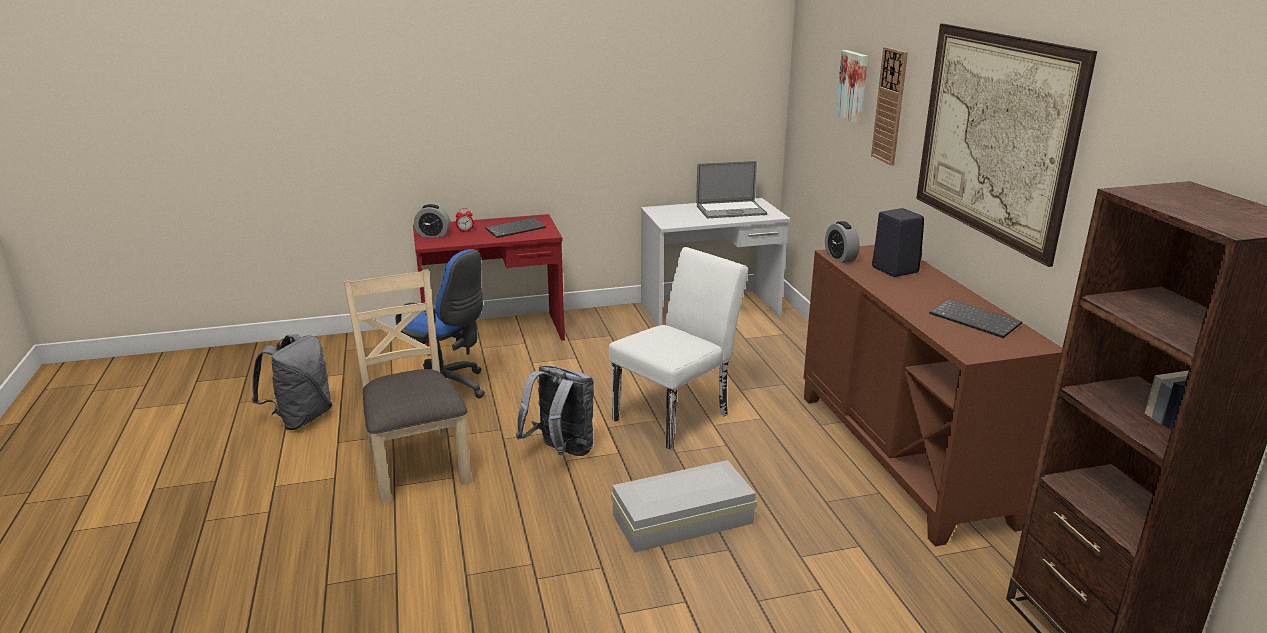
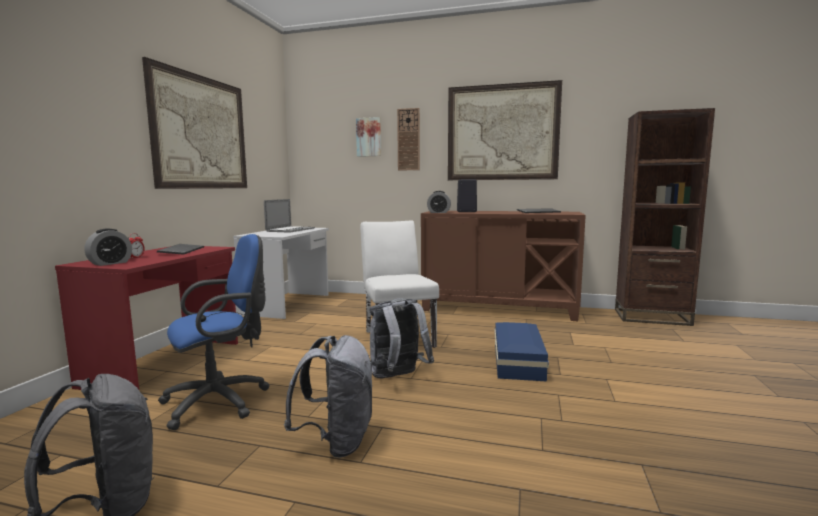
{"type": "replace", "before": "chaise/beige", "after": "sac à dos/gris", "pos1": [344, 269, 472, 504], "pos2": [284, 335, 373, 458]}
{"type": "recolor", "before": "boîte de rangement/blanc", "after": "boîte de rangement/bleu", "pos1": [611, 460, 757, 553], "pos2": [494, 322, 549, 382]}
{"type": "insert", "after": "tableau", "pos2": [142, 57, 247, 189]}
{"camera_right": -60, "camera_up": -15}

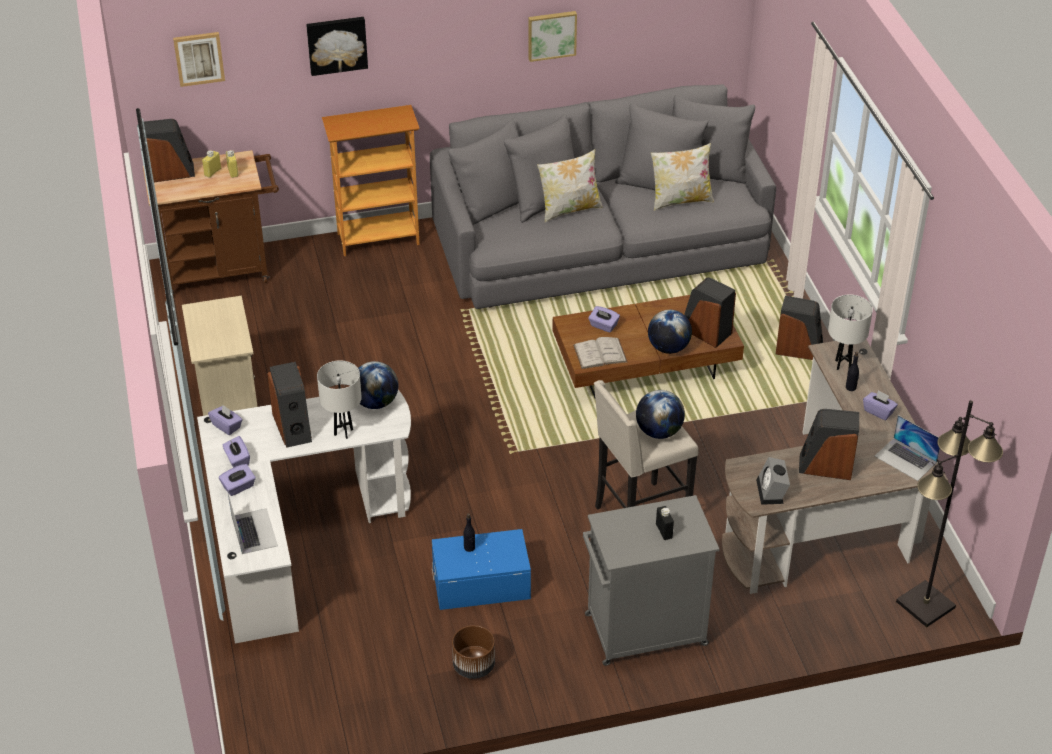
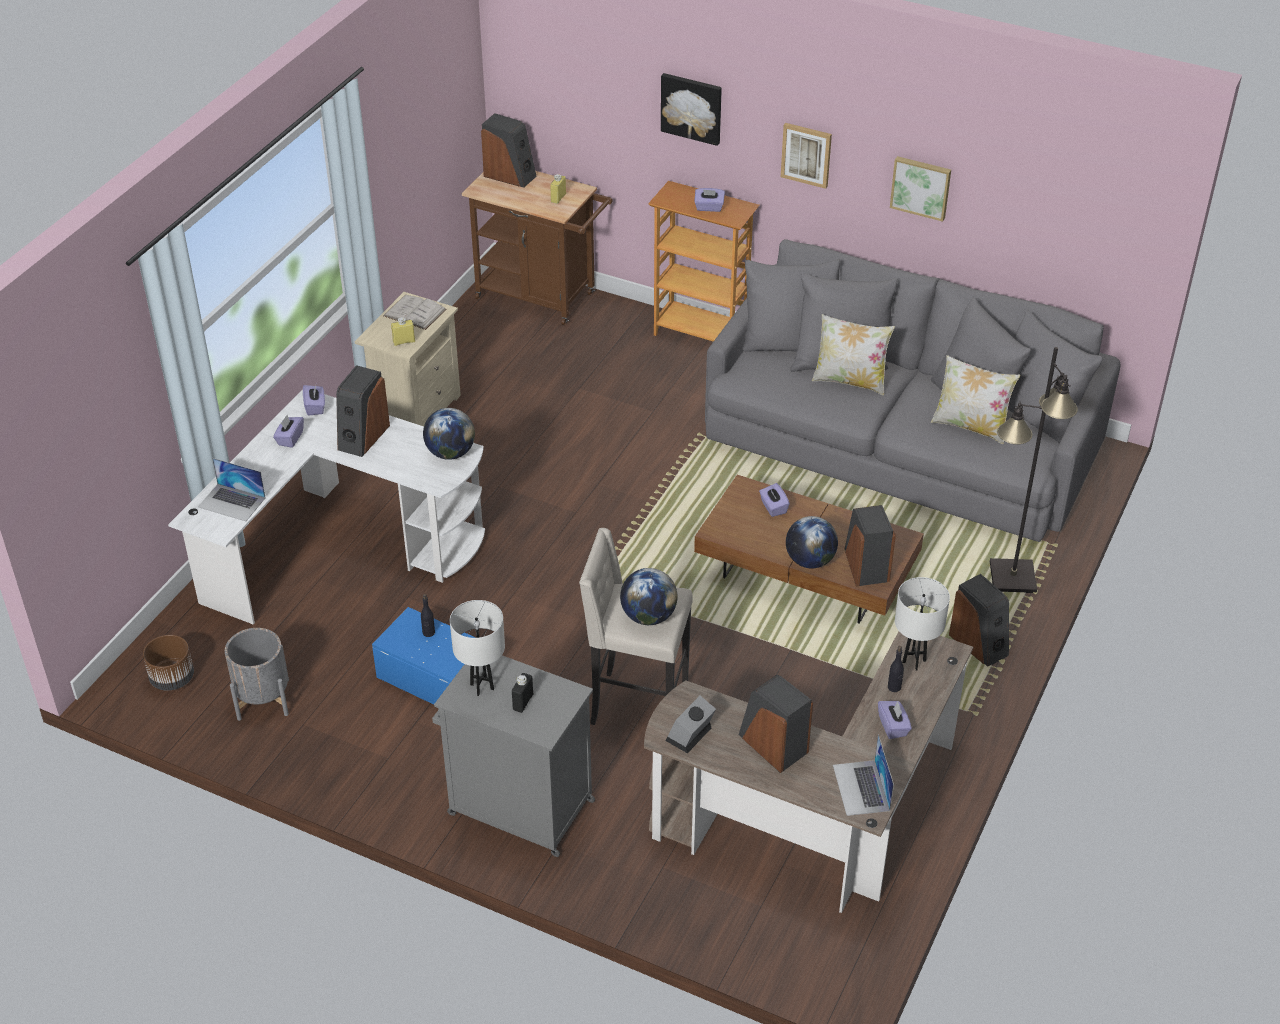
{"type": "move", "before": "tableau", "pos1": [173, 32, 225, 87], "pos2": [781, 123, 832, 189]}
{"type": "move", "before": "bouteille/jaune", "pos1": [202, 150, 221, 178], "pos2": [391, 317, 415, 346]}
{"type": "move", "before": "boîte à mouchoirs/violet", "pos1": [219, 464, 256, 496], "pos2": [694, 188, 725, 212]}
{"type": "rotate", "before": "ordinateur portable", "pos1": [228, 494, 278, 554], "pos2": [198, 458, 266, 521], "turn": 90}
{"type": "move", "before": "lampe de table/blanc", "pos1": [317, 360, 362, 439], "pos2": [450, 600, 505, 696]}
{"type": "move", "before": "cache-pot/marron", "pos1": [452, 625, 495, 679], "pos2": [143, 635, 194, 690]}
{"type": "move", "before": "livre/blanc", "pos1": [573, 337, 628, 369], "pos2": [383, 295, 447, 330]}
{"type": "move", "before": "lampadaire/noir", "pos1": [896, 400, 1003, 627], "pos2": [990, 347, 1078, 593]}
{"type": "insert", "after": "cache-pot/gris", "pos2": [225, 628, 289, 721]}
{"camera_right": 40, "camera_up": 0}

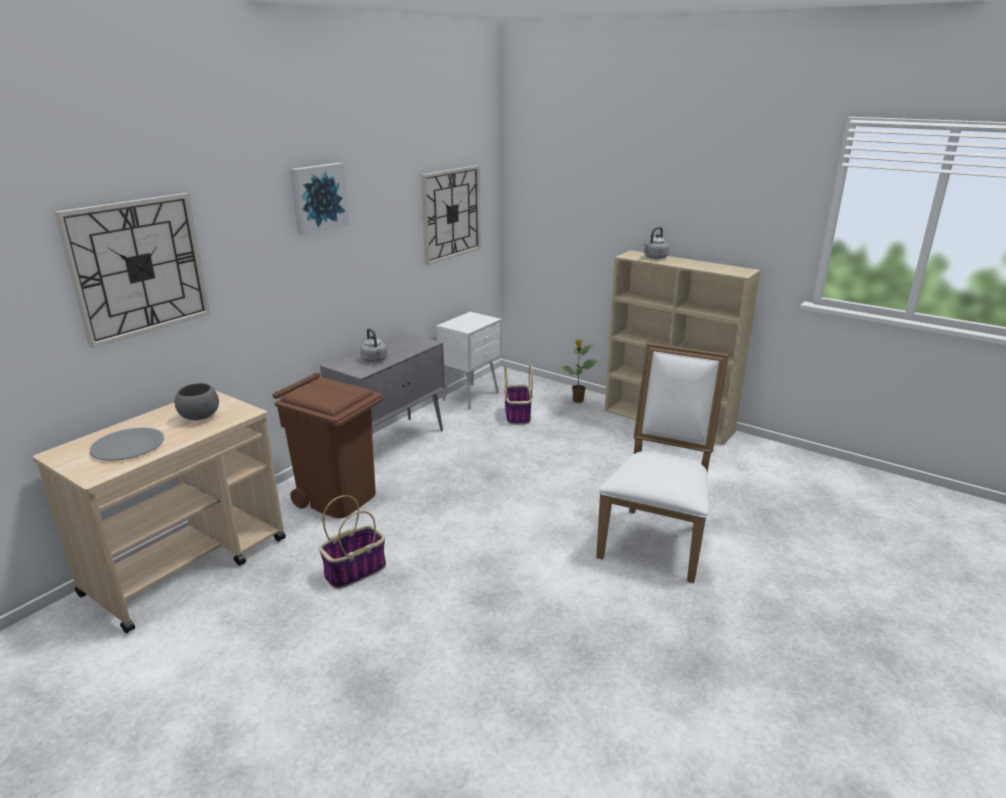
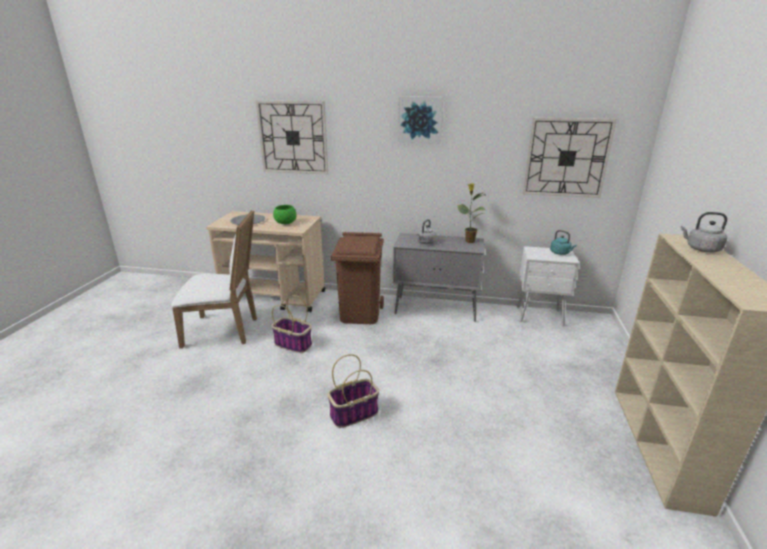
{"type": "recolor", "before": "bol/gris", "after": "bol/vert", "pos1": [174, 383, 219, 420], "pos2": [273, 205, 297, 224]}
{"type": "move", "before": "panier", "pos1": [504, 364, 533, 425], "pos2": [327, 354, 379, 428]}
{"type": "move", "before": "plante en pot", "pos1": [558, 339, 599, 403], "pos2": [457, 183, 485, 243]}
{"type": "move", "before": "chaise/blanc", "pos1": [596, 343, 729, 583], "pos2": [171, 210, 257, 348]}
{"type": "insert", "after": "bouilloire/turquoise", "pos2": [550, 230, 576, 255]}
{"camera_right": 65, "camera_up": 0}

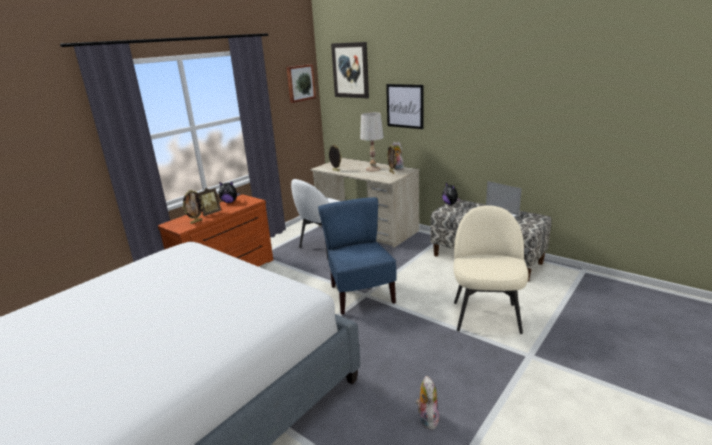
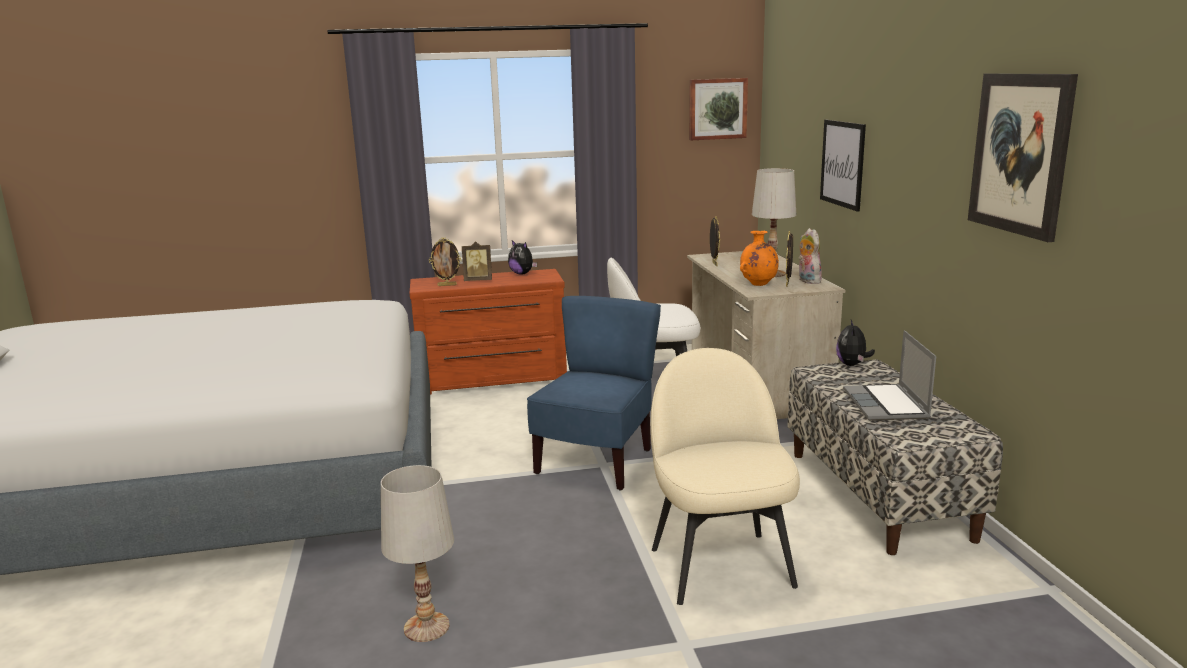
{"type": "move", "before": "tableau", "pos1": [331, 42, 369, 98], "pos2": [968, 73, 1078, 242]}
{"type": "replace", "before": "peluche", "after": "lampe de table/blanc", "pos1": [416, 376, 439, 430], "pos2": [381, 465, 454, 642]}
{"type": "rotate", "before": "chaise/beige", "pos1": [453, 205, 529, 334], "pos2": [650, 348, 800, 605], "turn": -60}
{"type": "insert", "after": "vase/orange", "pos2": [740, 231, 779, 286]}
{"camera_right": 40, "camera_up": -5}

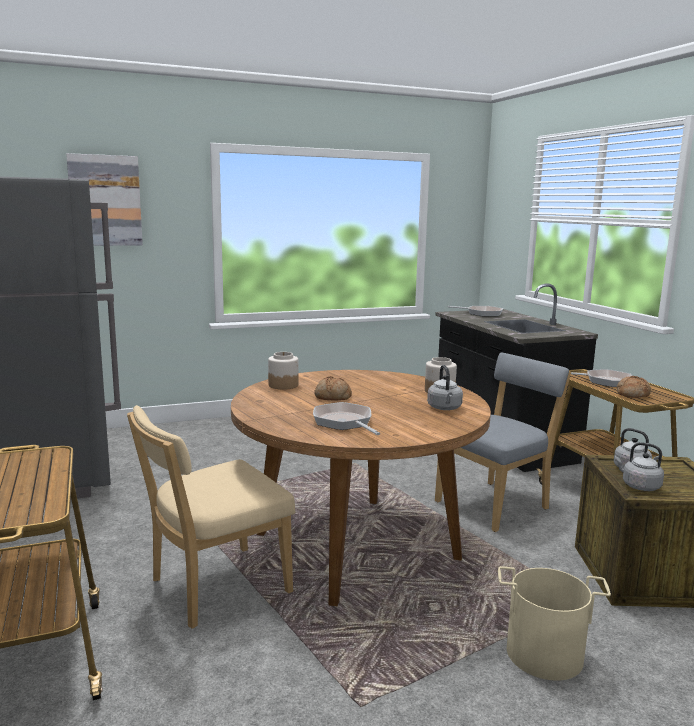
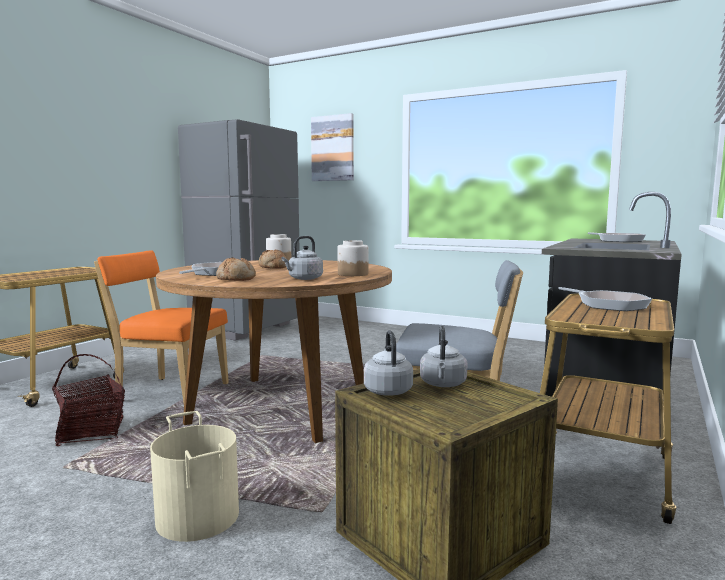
{"type": "recolor", "before": "chaise/beige", "after": "chaise/orange", "pos1": [127, 405, 295, 629], "pos2": [94, 250, 229, 402]}
{"type": "move", "before": "pain", "pos1": [617, 376, 651, 398], "pos2": [216, 257, 256, 281]}
{"type": "insert", "after": "panier", "pos2": [52, 354, 125, 446]}
{"camera_right": 50, "camera_up": -5}

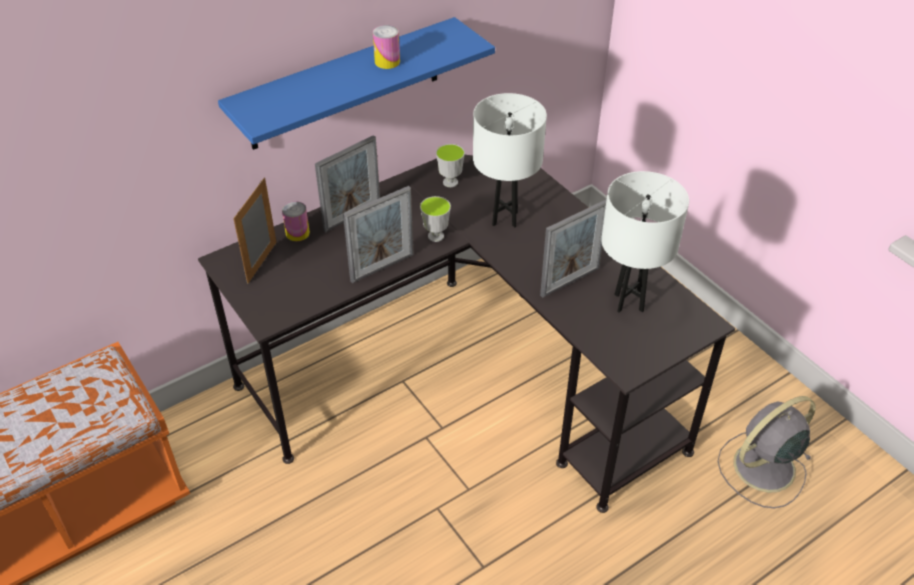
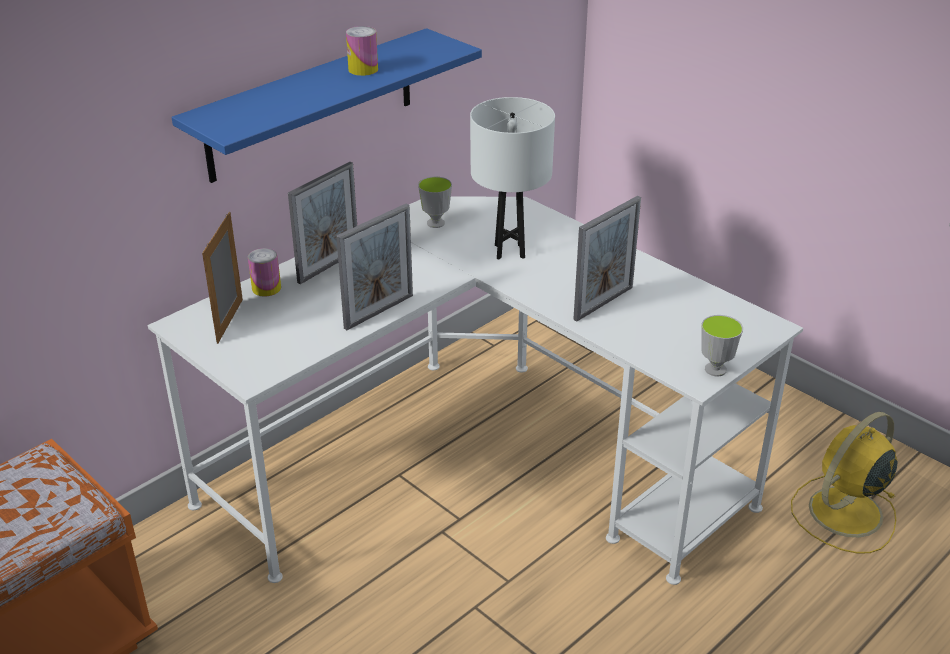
{"type": "recolor", "before": "bureau/noir", "after": "bureau/blanc", "pos1": [198, 155, 735, 513], "pos2": [148, 196, 803, 585]}
{"type": "move", "before": "tasse", "pos1": [420, 196, 451, 242], "pos2": [701, 315, 743, 376]}
{"type": "delete", "before": "lampe de table/blanc", "pos1": [601, 171, 689, 312]}
{"type": "recolor", "before": "ventilateur/gris", "after": "ventilateur/jaune", "pos1": [717, 396, 816, 508], "pos2": [791, 412, 898, 554]}
{"camera_right": -10, "camera_up": -10}

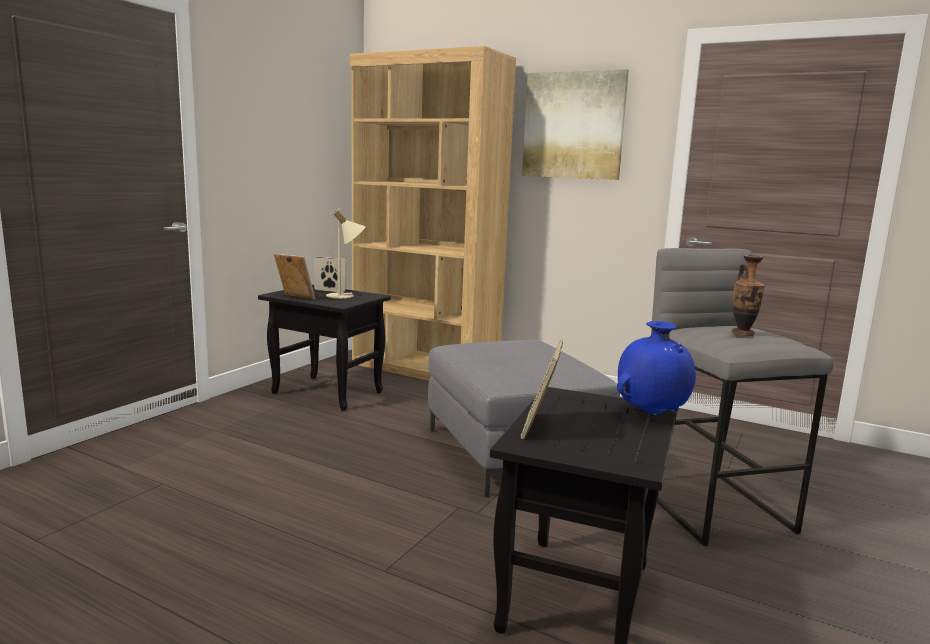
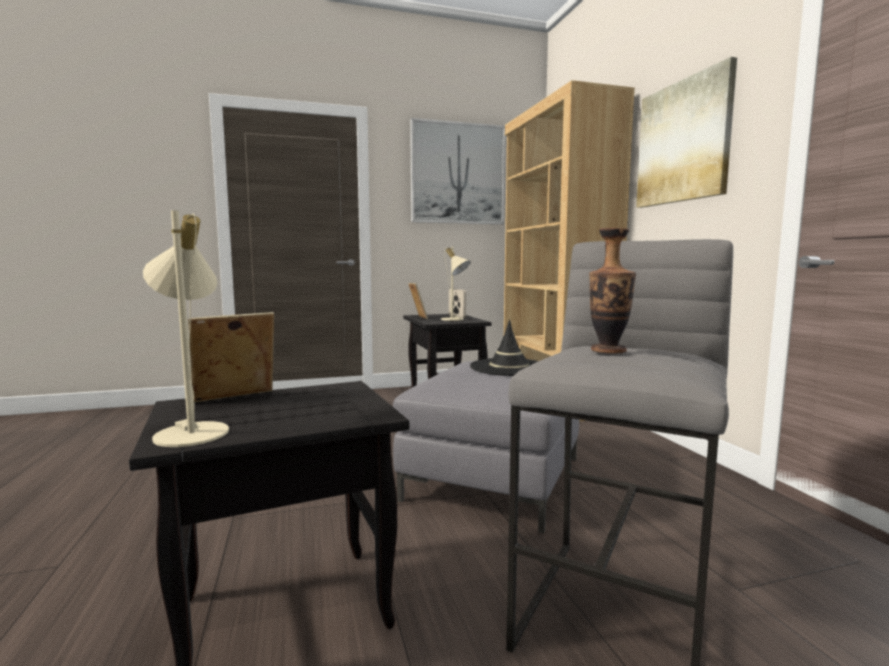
{"type": "delete", "before": "vase/bleu", "pos1": [617, 321, 696, 415]}
{"type": "insert", "after": "lampe de table/beige", "pos2": [143, 210, 229, 447]}
{"type": "insert", "after": "tableau", "pos2": [410, 118, 505, 224]}
{"type": "insert", "after": "chapeau/noir", "pos2": [470, 320, 538, 376]}
{"camera_right": 45, "camera_up": -5}

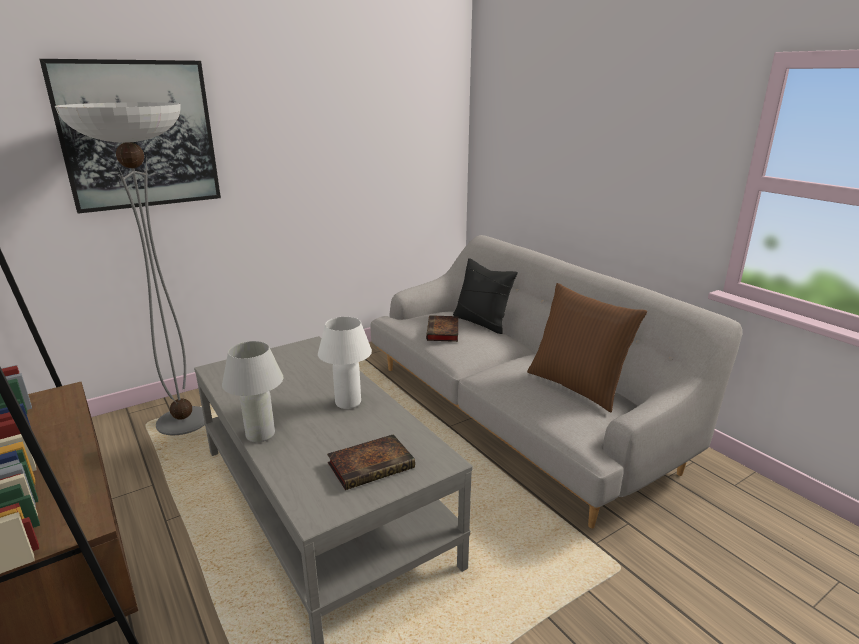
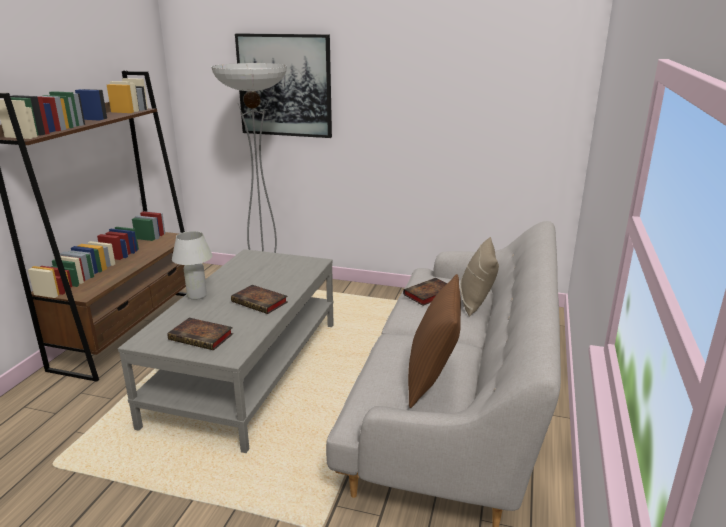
{"type": "replace", "before": "lampe de table/blanc", "after": "livre", "pos1": [318, 317, 372, 409], "pos2": [231, 285, 288, 314]}
{"type": "recolor", "before": "coussin/noir", "after": "coussin/beige", "pos1": [453, 258, 518, 334], "pos2": [460, 237, 499, 317]}
{"camera_right": 50, "camera_up": 0}

